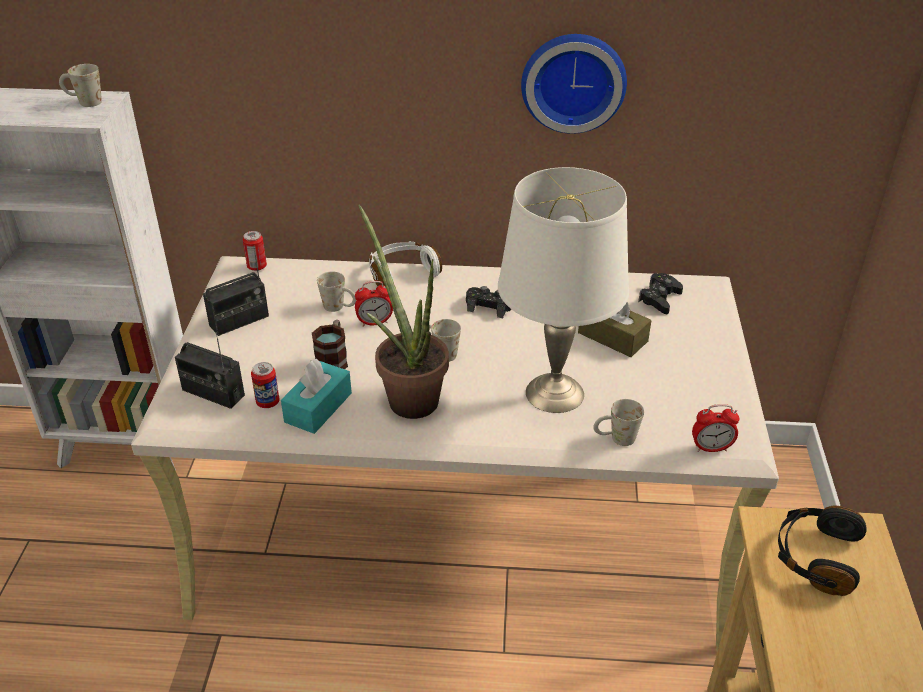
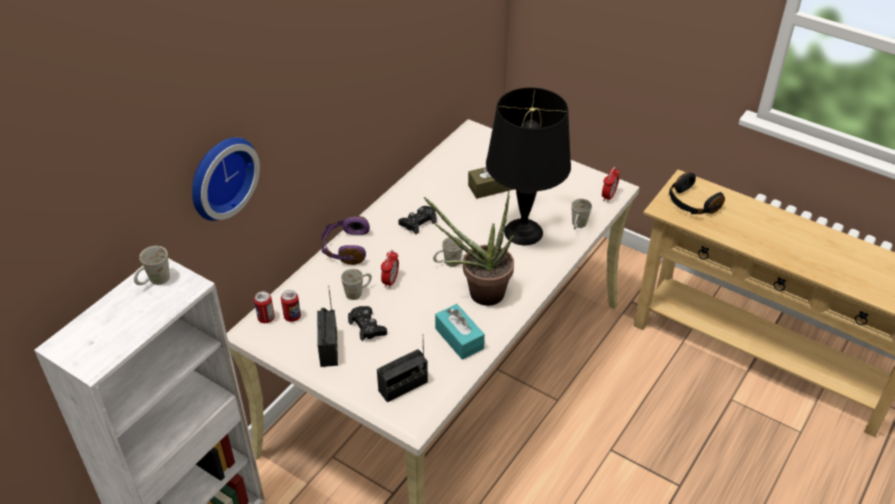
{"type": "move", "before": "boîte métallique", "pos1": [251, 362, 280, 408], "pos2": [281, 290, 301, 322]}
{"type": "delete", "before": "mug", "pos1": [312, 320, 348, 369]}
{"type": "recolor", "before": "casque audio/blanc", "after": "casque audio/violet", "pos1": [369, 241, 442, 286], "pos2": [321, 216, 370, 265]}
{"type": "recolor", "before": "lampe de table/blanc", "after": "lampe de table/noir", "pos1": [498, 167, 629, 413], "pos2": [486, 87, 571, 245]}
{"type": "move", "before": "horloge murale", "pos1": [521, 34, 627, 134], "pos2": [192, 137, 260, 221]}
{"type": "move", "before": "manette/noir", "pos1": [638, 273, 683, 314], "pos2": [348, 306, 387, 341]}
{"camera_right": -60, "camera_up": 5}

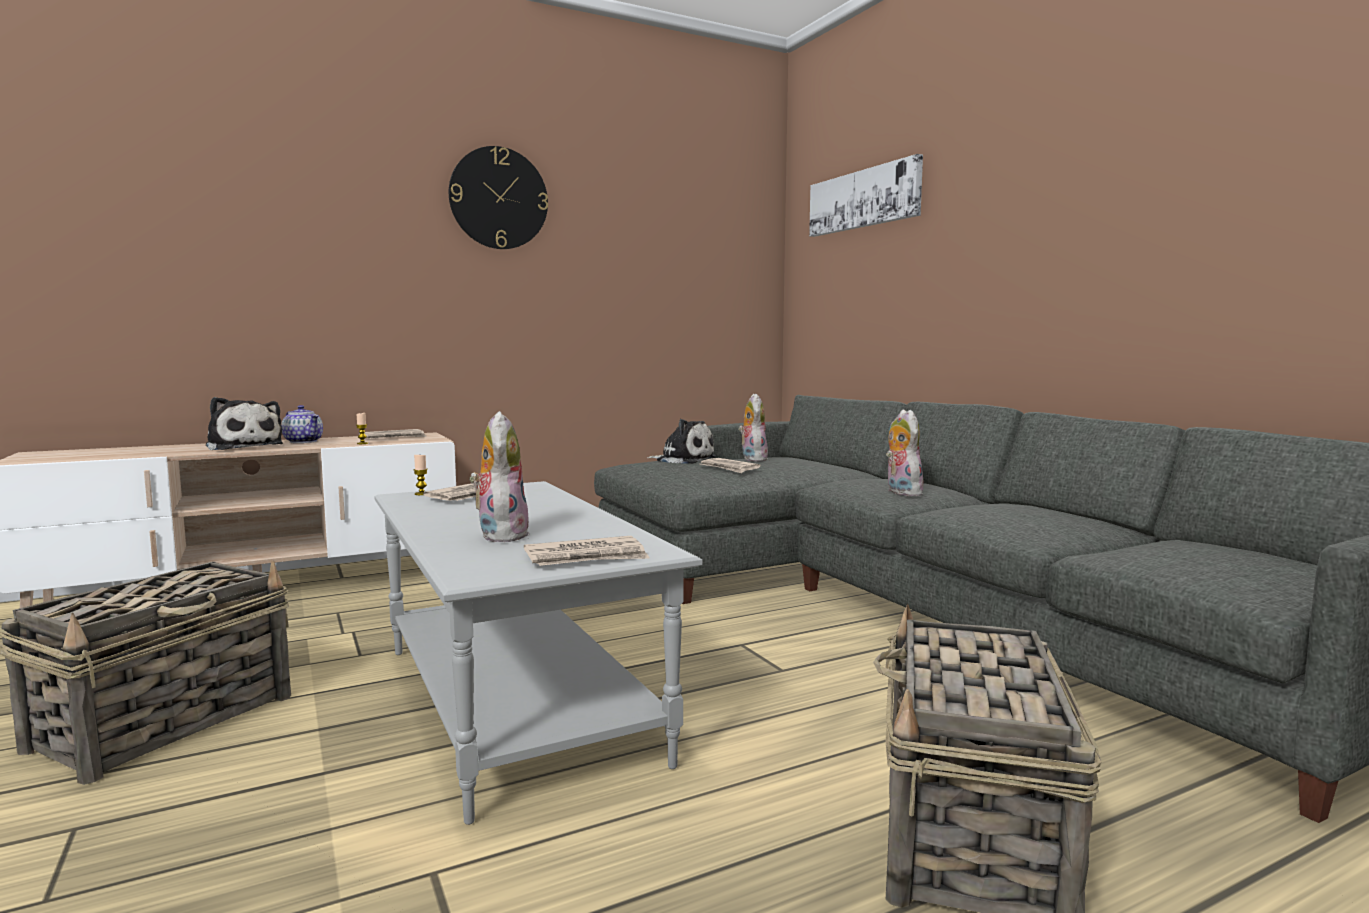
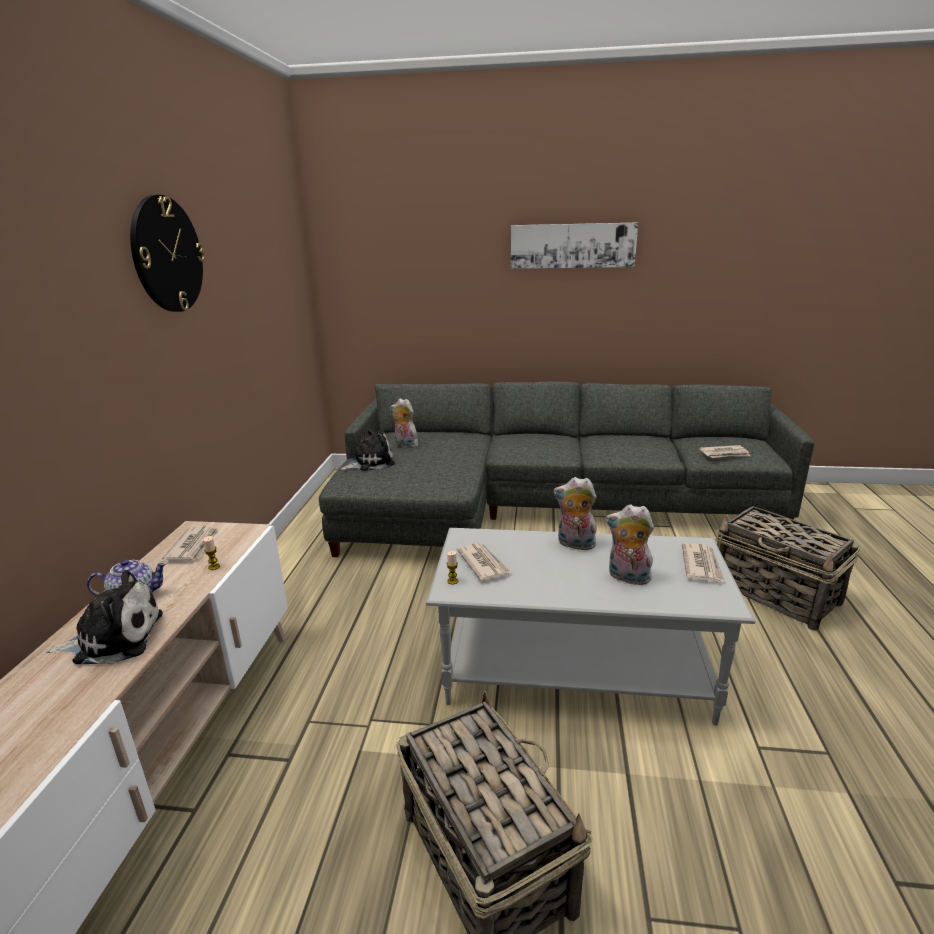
{"type": "move", "before": "journal", "pos1": [701, 458, 761, 473], "pos2": [699, 445, 750, 458]}
{"type": "move", "before": "tableau", "pos1": [809, 154, 923, 237], "pos2": [511, 222, 638, 269]}
{"type": "move", "before": "peluche", "pos1": [886, 409, 923, 496], "pos2": [554, 477, 597, 550]}
{"camera_right": -55, "camera_up": 15}

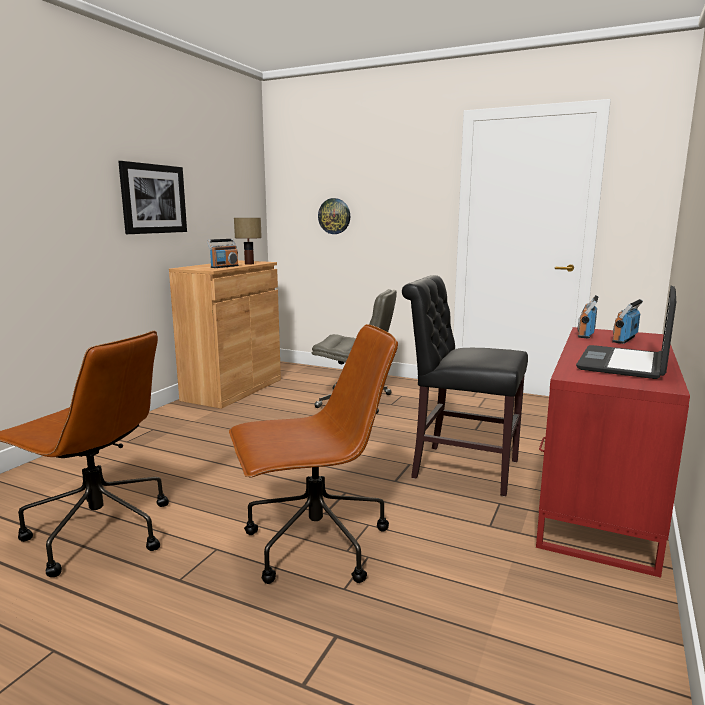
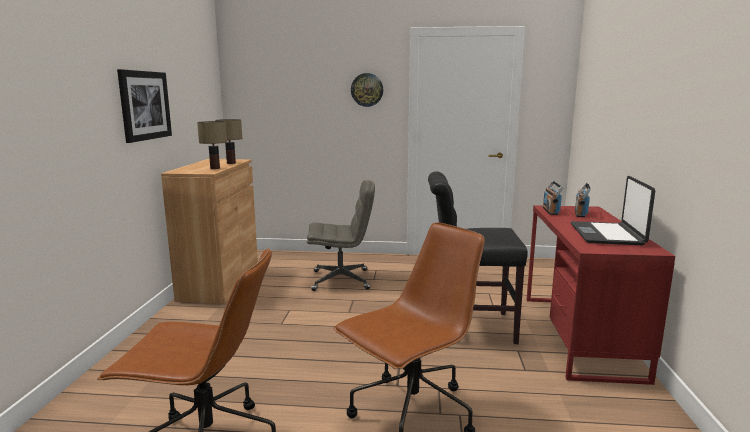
{"type": "replace", "before": "radio", "after": "lampe de table", "pos1": [207, 239, 239, 268], "pos2": [197, 121, 227, 169]}
{"type": "move", "before": "horloge murale", "pos1": [318, 198, 350, 234], "pos2": [351, 73, 383, 107]}
{"camera_right": -20, "camera_up": 0}

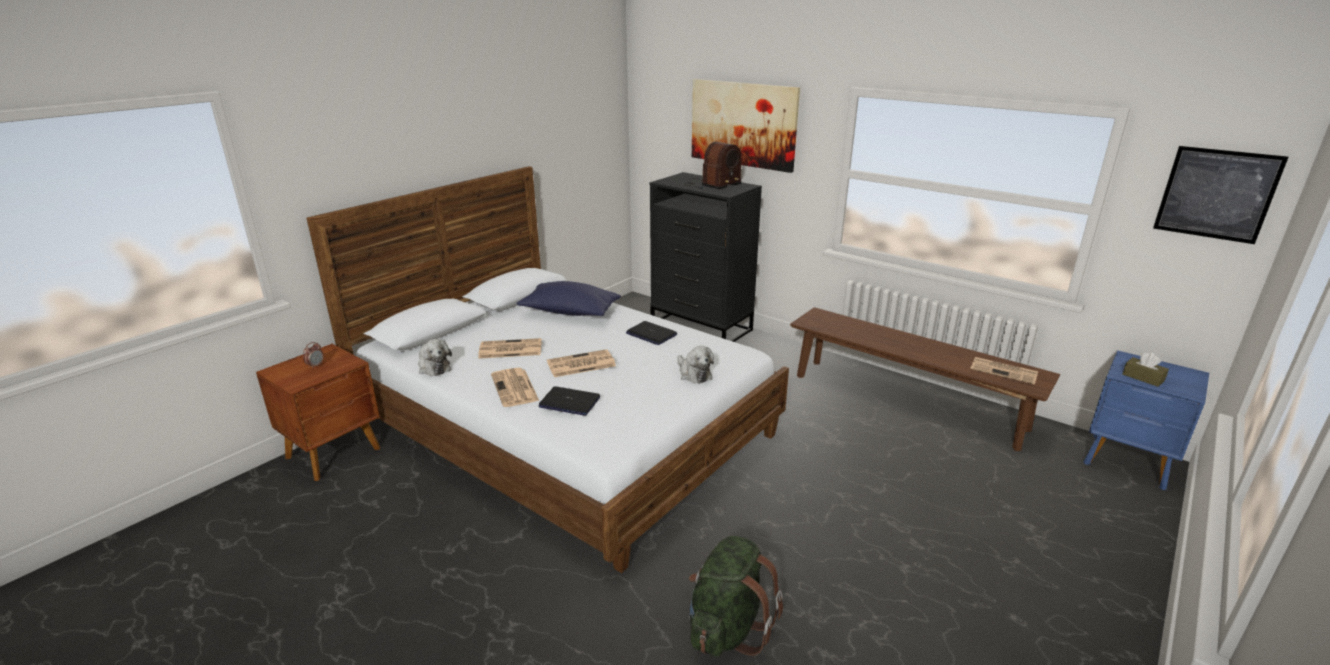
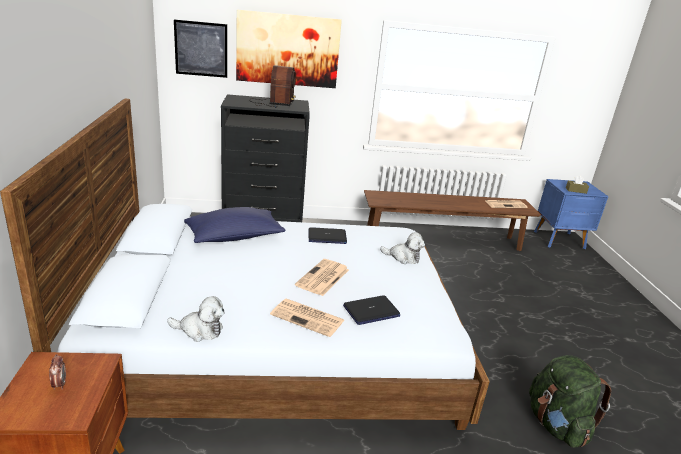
{"type": "delete", "before": "journal", "pos1": [478, 338, 542, 359]}
{"type": "move", "before": "tableau", "pos1": [1153, 146, 1288, 244], "pos2": [174, 20, 227, 78]}
{"camera_right": -45, "camera_up": 0}

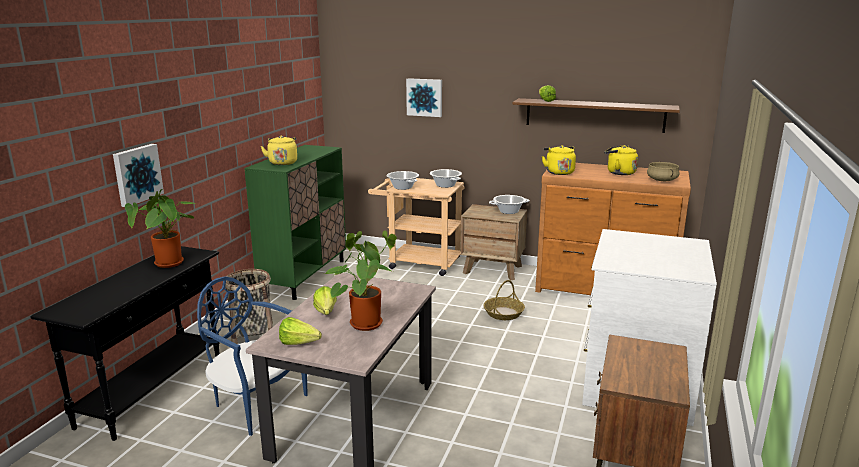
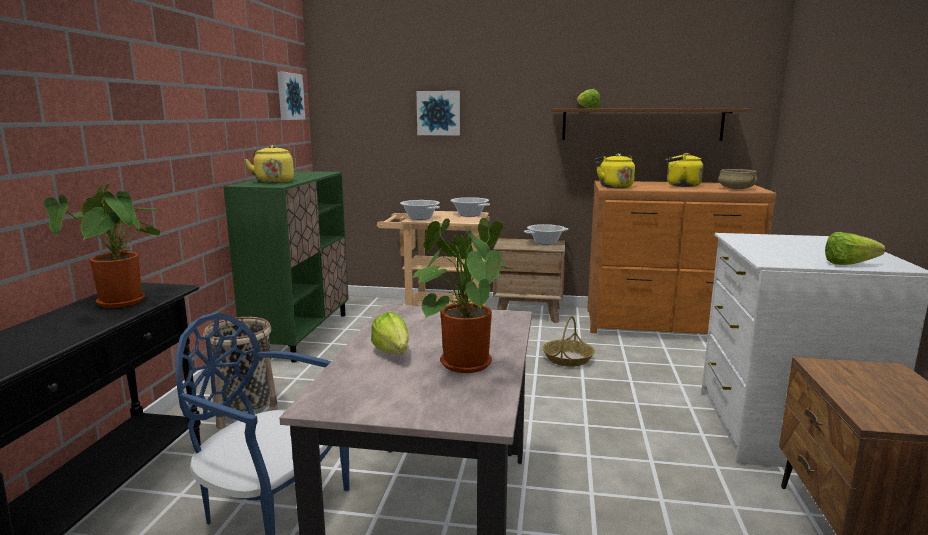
{"type": "move", "before": "tableau", "pos1": [113, 144, 164, 207], "pos2": [277, 72, 305, 120]}
{"type": "move", "before": "laitue", "pos1": [279, 317, 322, 345], "pos2": [825, 232, 885, 265]}
{"camera_right": -10, "camera_up": -5}

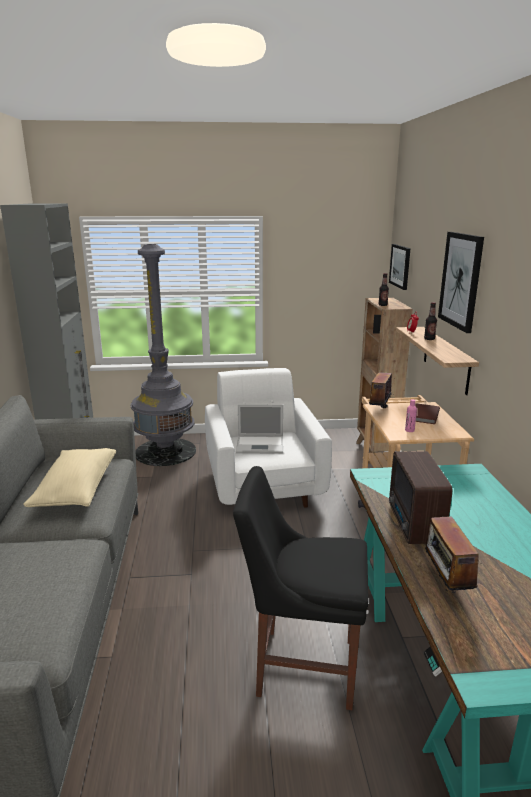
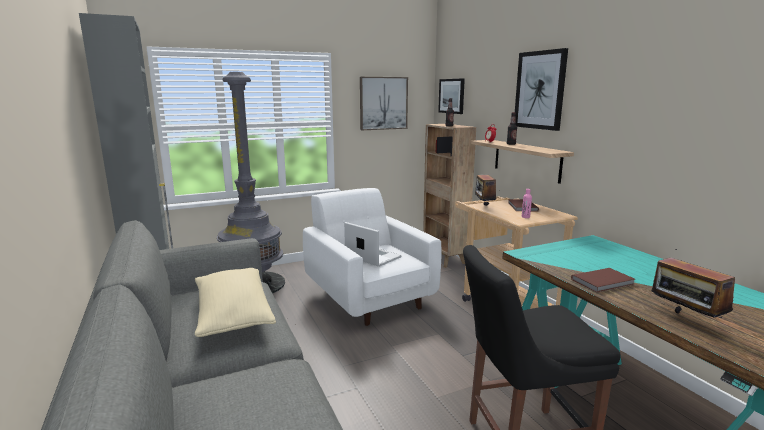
{"type": "rotate", "before": "ordinateur portable", "pos1": [236, 404, 283, 454], "pos2": [344, 222, 401, 267], "turn": -120}
{"type": "replace", "before": "radio", "after": "livre/marron", "pos1": [389, 451, 452, 544], "pos2": [571, 268, 635, 293]}
{"type": "insert", "after": "tableau", "pos2": [360, 77, 408, 130]}
{"camera_right": -20, "camera_up": -5}

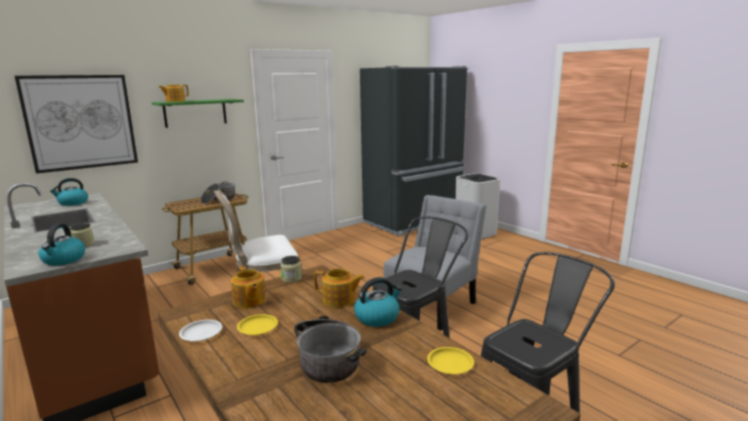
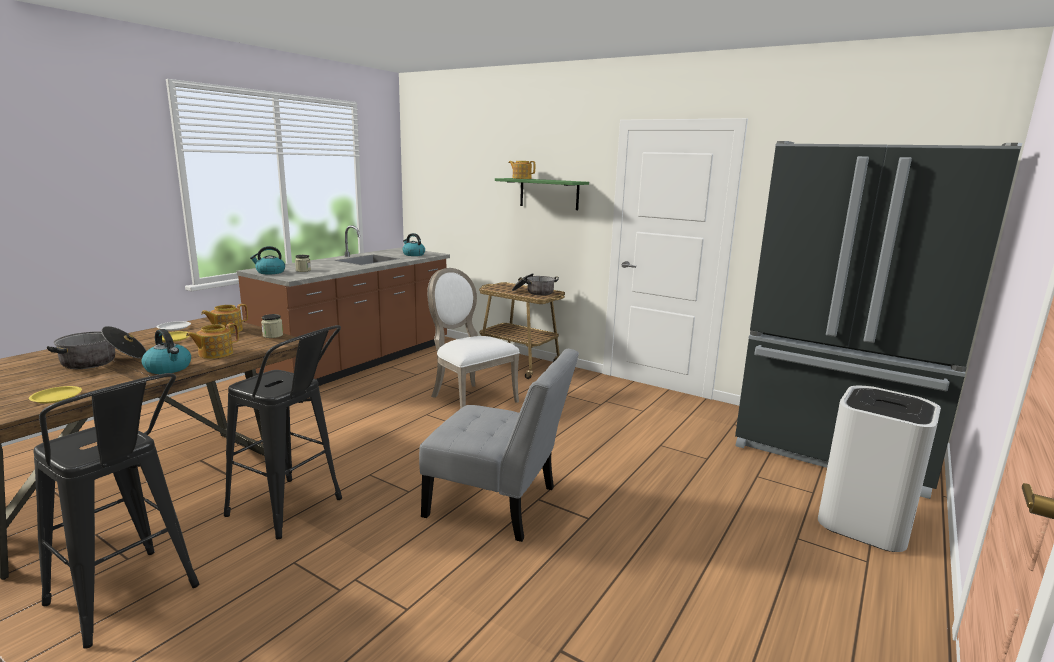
{"type": "delete", "before": "tableau", "pos1": [15, 75, 138, 174]}
{"type": "rotate", "before": "théière", "pos1": [314, 268, 365, 308], "pos2": [186, 323, 239, 359], "turn": 45}
{"camera_right": 70, "camera_up": 0}

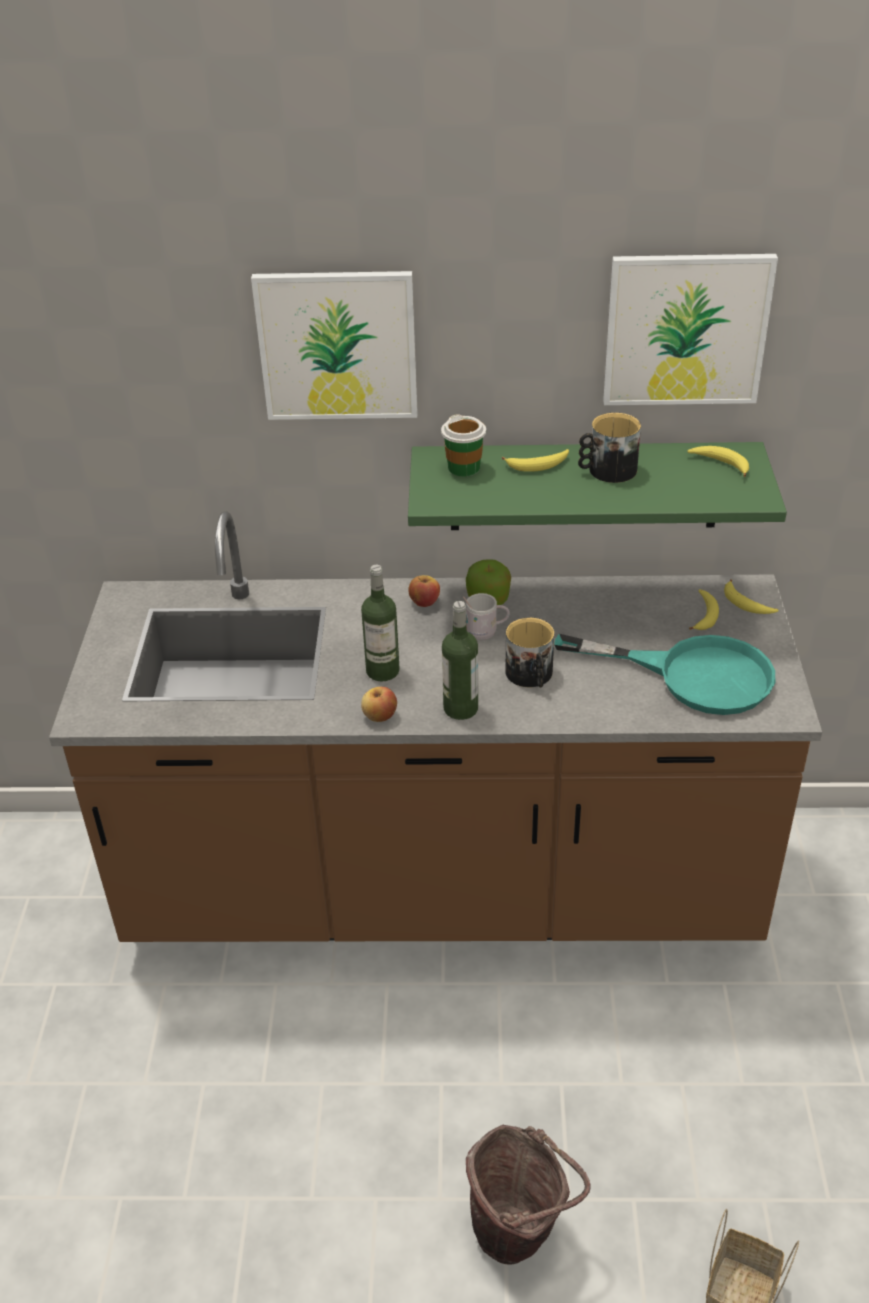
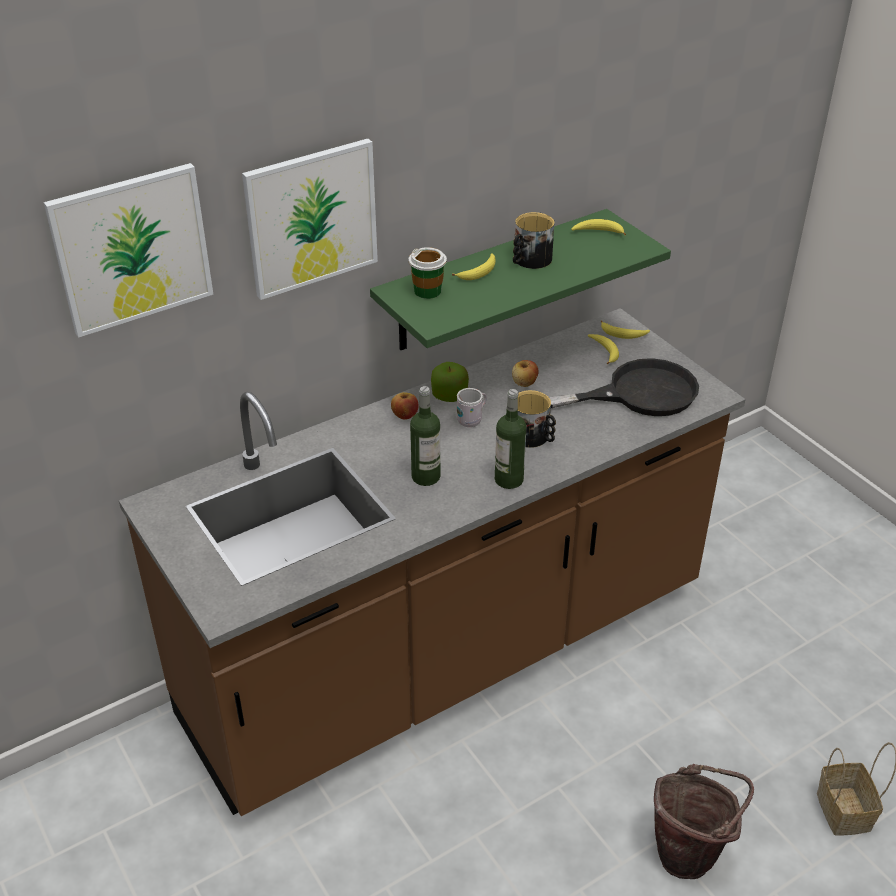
{"type": "move", "before": "pomme", "pos1": [361, 687, 397, 722], "pos2": [512, 360, 539, 387]}
{"type": "recolor", "before": "poêle/turquoise", "after": "poêle/noir", "pos1": [554, 634, 775, 715], "pos2": [549, 358, 699, 416]}
{"type": "move", "before": "tableau", "pos1": [603, 254, 778, 405], "pos2": [44, 163, 213, 338]}
{"camera_right": -35, "camera_up": 0}

